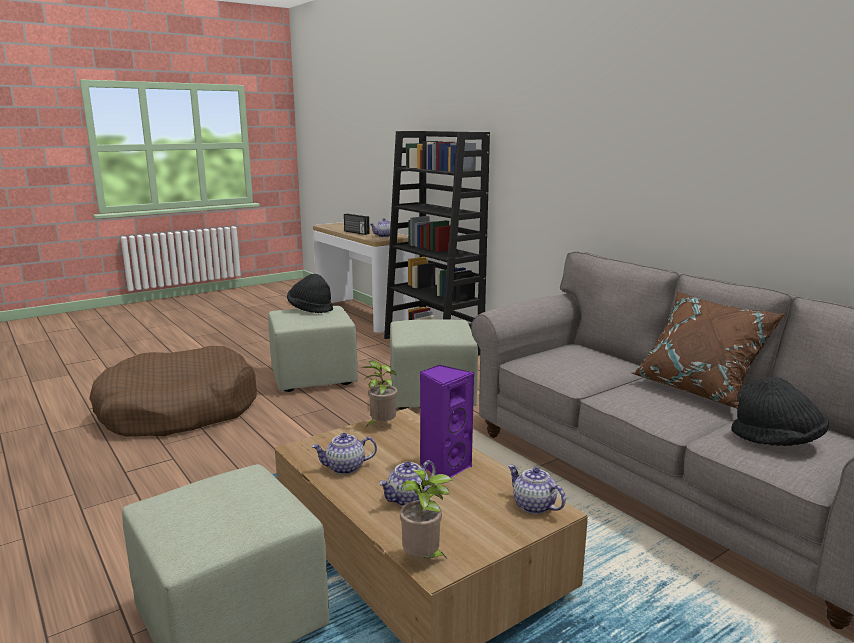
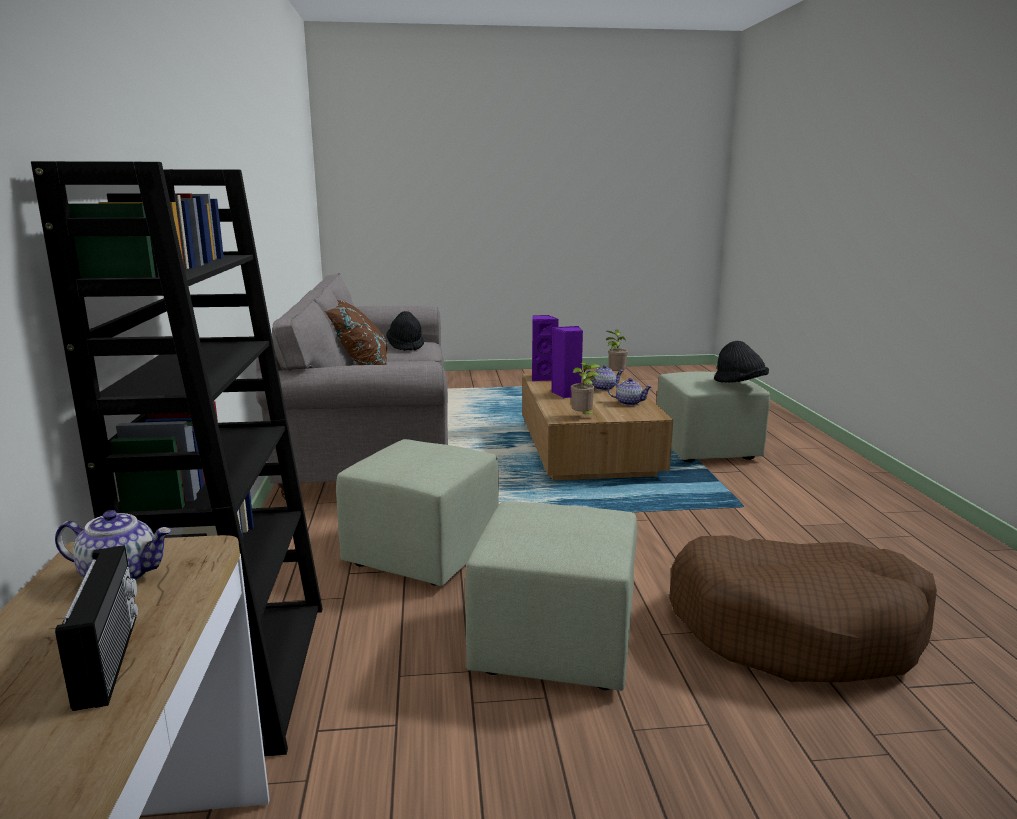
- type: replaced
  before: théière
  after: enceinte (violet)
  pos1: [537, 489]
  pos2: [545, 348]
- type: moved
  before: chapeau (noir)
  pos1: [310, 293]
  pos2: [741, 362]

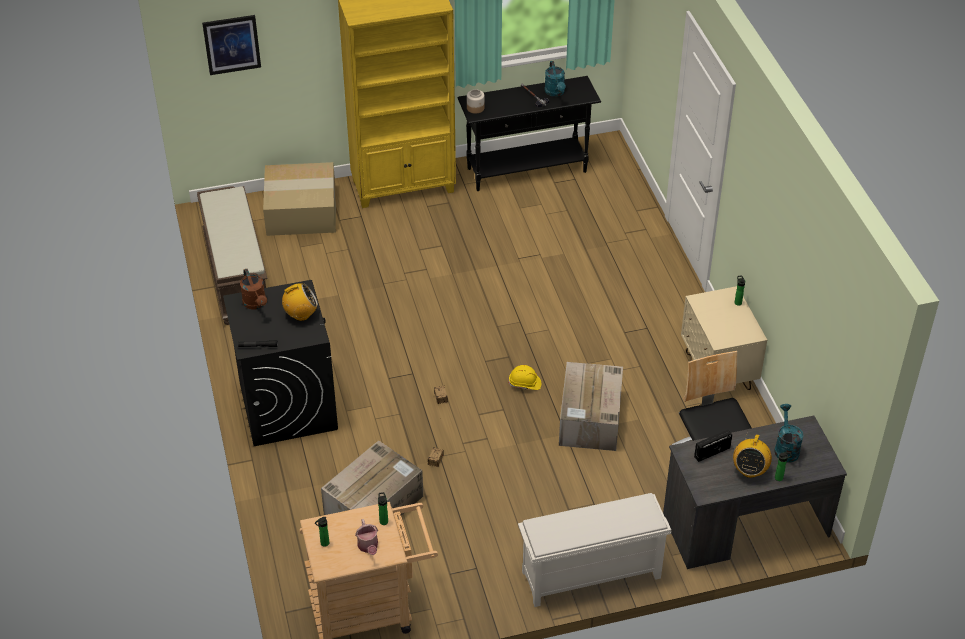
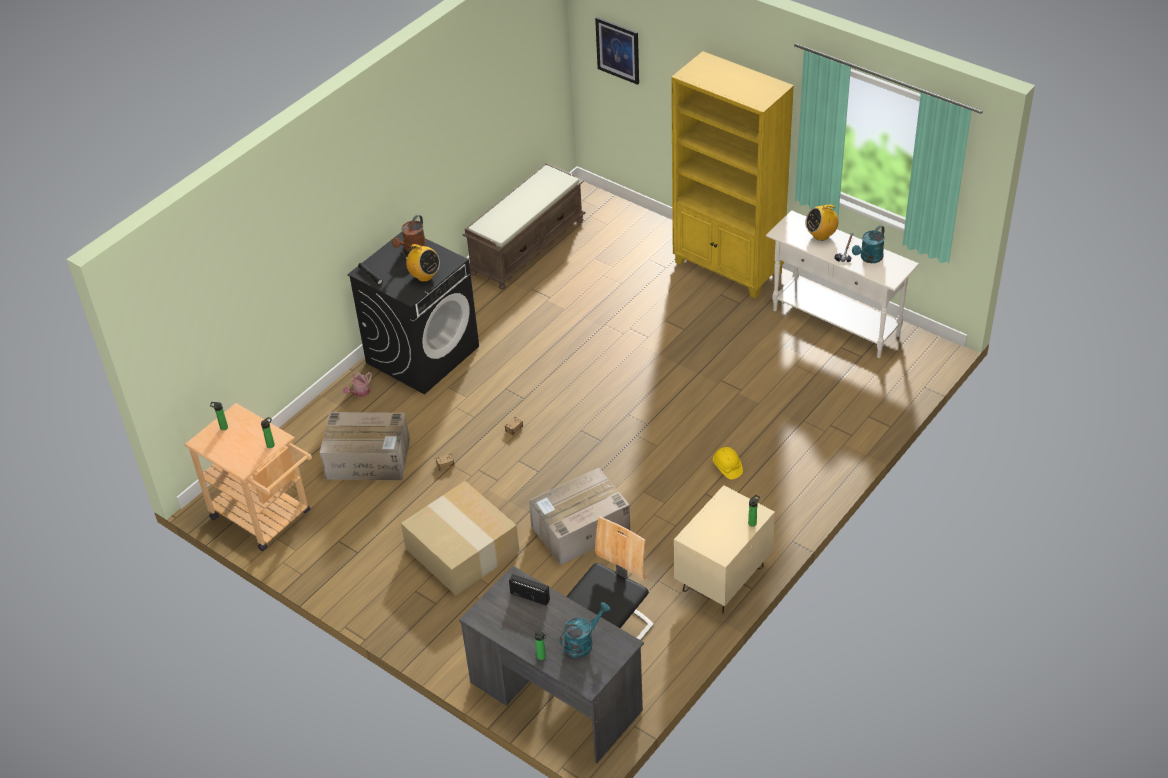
- type: moved
  before: arrosoir
  pos1: [366, 537]
  pos2: [357, 384]
- type: moved
  before: carton
  pos1: [299, 199]
  pos2: [460, 538]
- type: moved
  before: casque de chantier (jaune)
  pos1: [524, 377]
  pos2: [728, 463]
- type: recoloured
  before: table console (noir)
  after: table console (blanc)
  pos1: [529, 133]
  pos2: [842, 284]
- type: moved
  before: radio
  pos1: [752, 454]
  pos2: [821, 223]
- type: removed
  before: bocal
  pos1: [476, 101]
- type: removed
  before: étagère à chaussures (blanc)
  pos1: [594, 550]

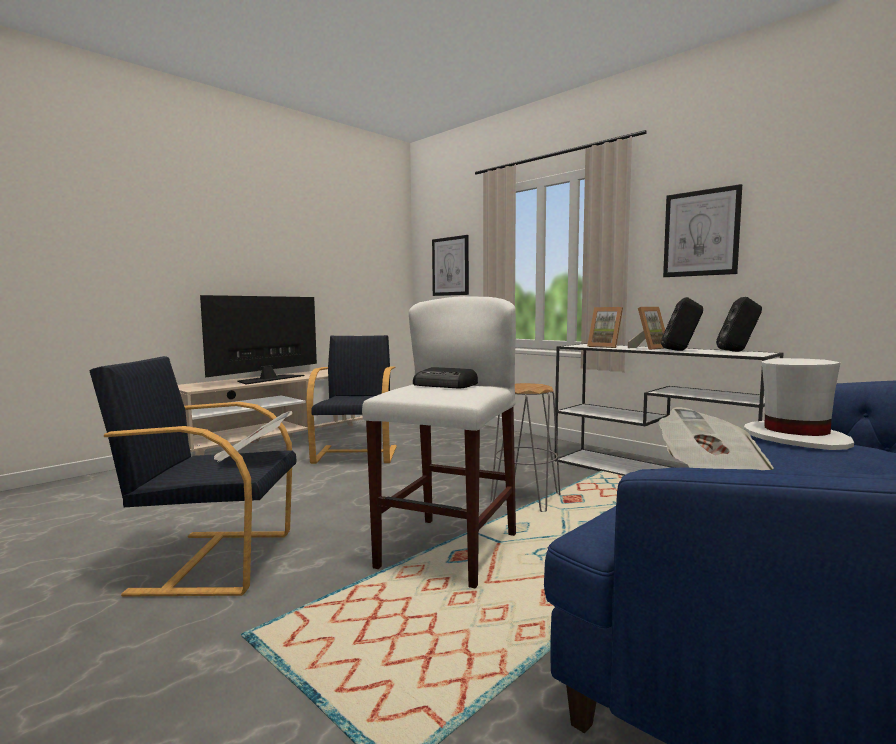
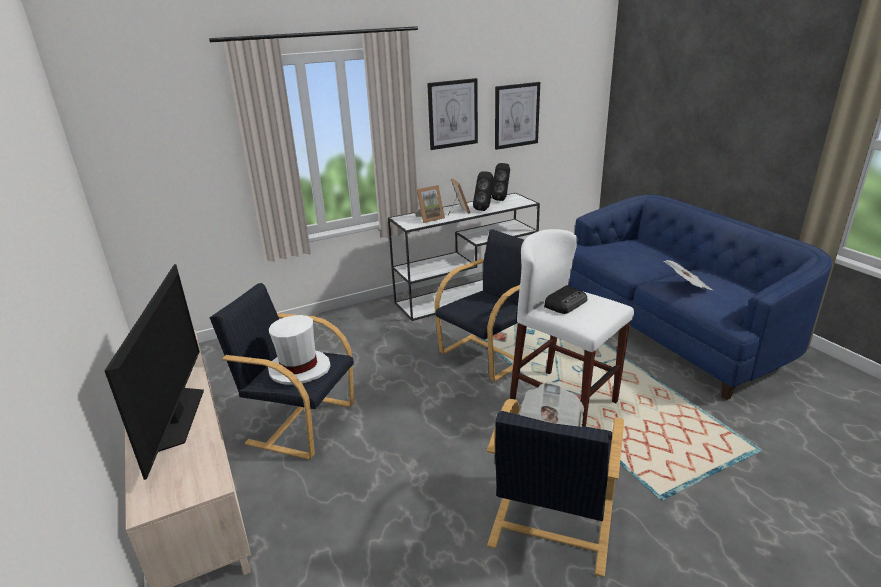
- type: turned
  before: téléviseur
  pos1: [258, 339]
  pos2: [154, 372]
  turn: -150
- type: moved
  before: chapeau (blanc)
  pos1: [799, 404]
  pos2: [299, 350]
- type: replaced
  before: tabouret (gris)
  after: fauteuil (noir)
  pos1: [525, 447]
  pos2: [483, 306]
- type: moved
  before: tableau
  pos1: [450, 265]
  pos2: [517, 116]

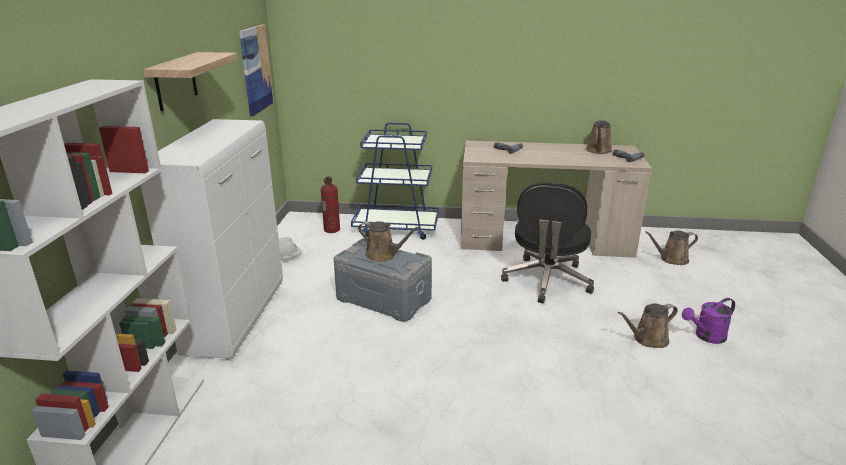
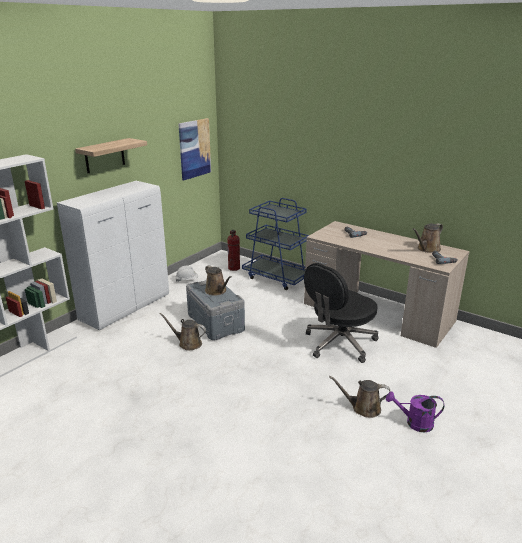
- type: moved
  before: arrosoir (marron)
  pos1: [671, 247]
  pos2: [183, 331]

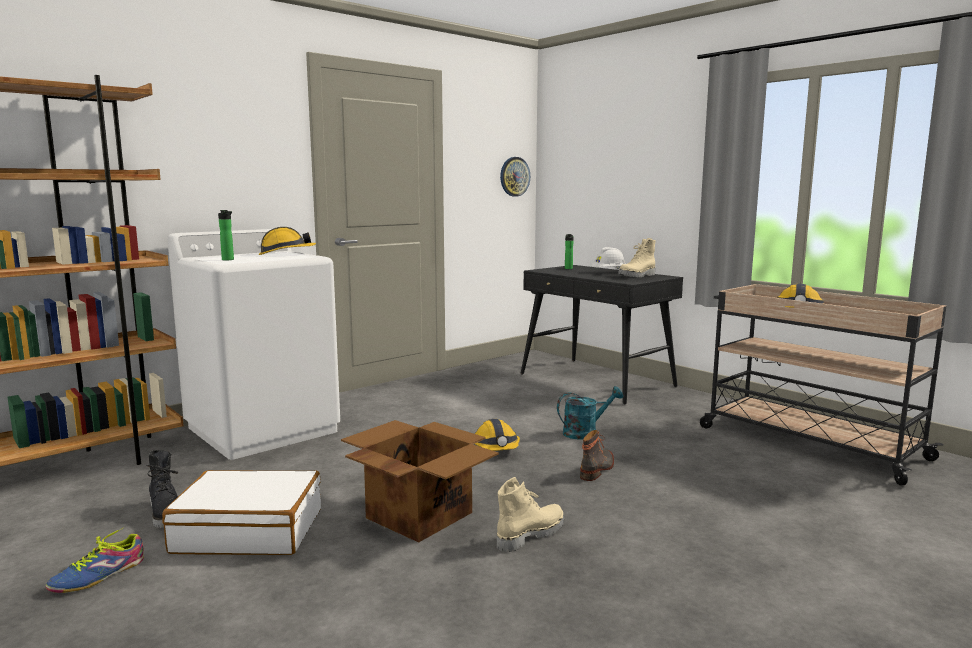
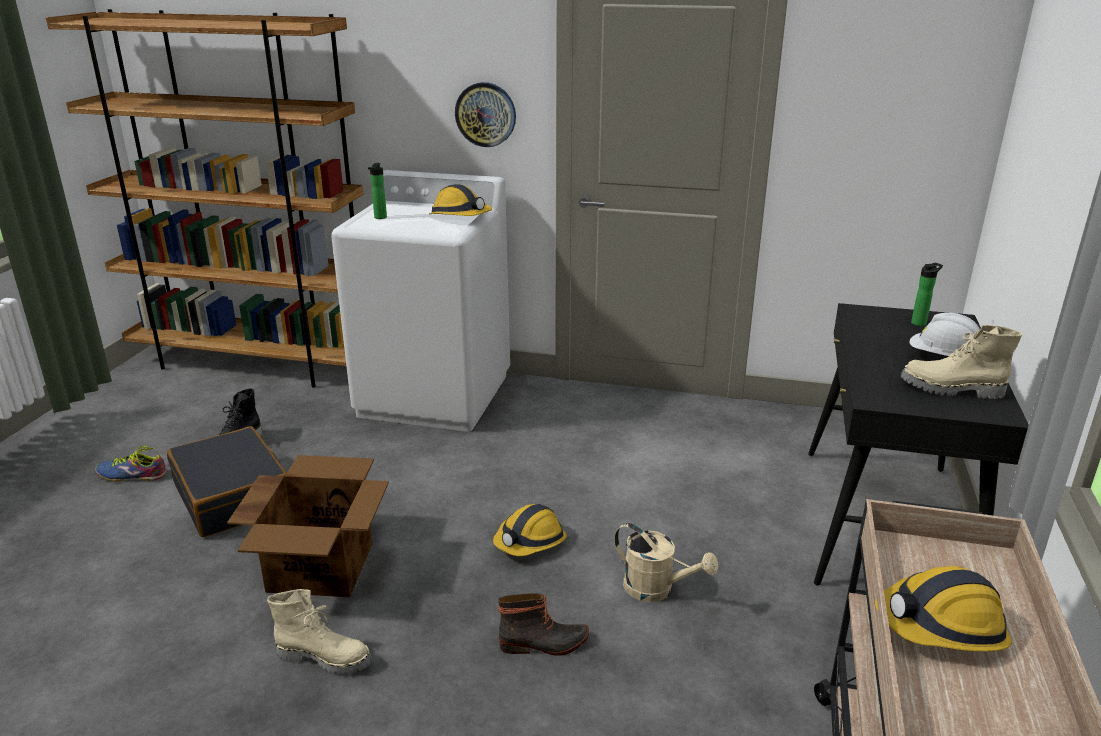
- type: recoloured
  before: valise (blanc)
  after: valise (noir)
  pos1: [241, 512]
  pos2: [226, 481]
- type: moved
  before: horloge murale
  pos1: [515, 177]
  pos2: [485, 114]
- type: recoloured
  before: arrosoir (turquoise)
  after: arrosoir (beige)
  pos1: [590, 412]
  pos2: [666, 562]

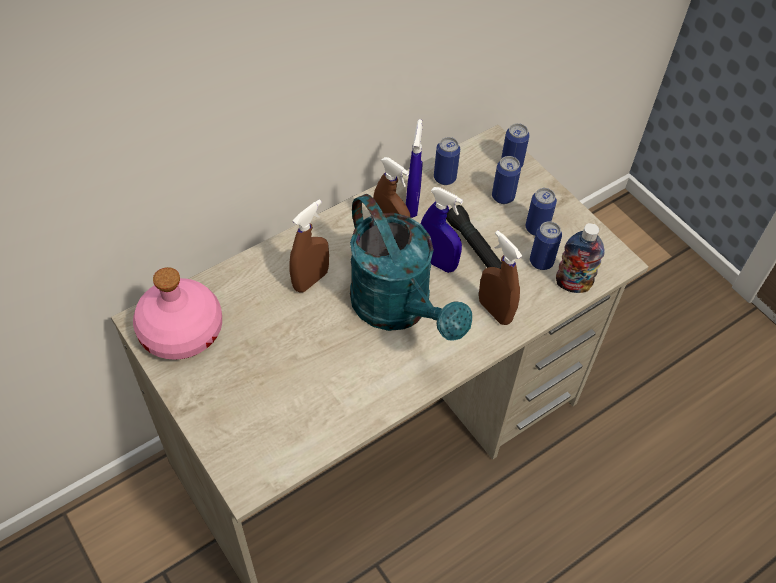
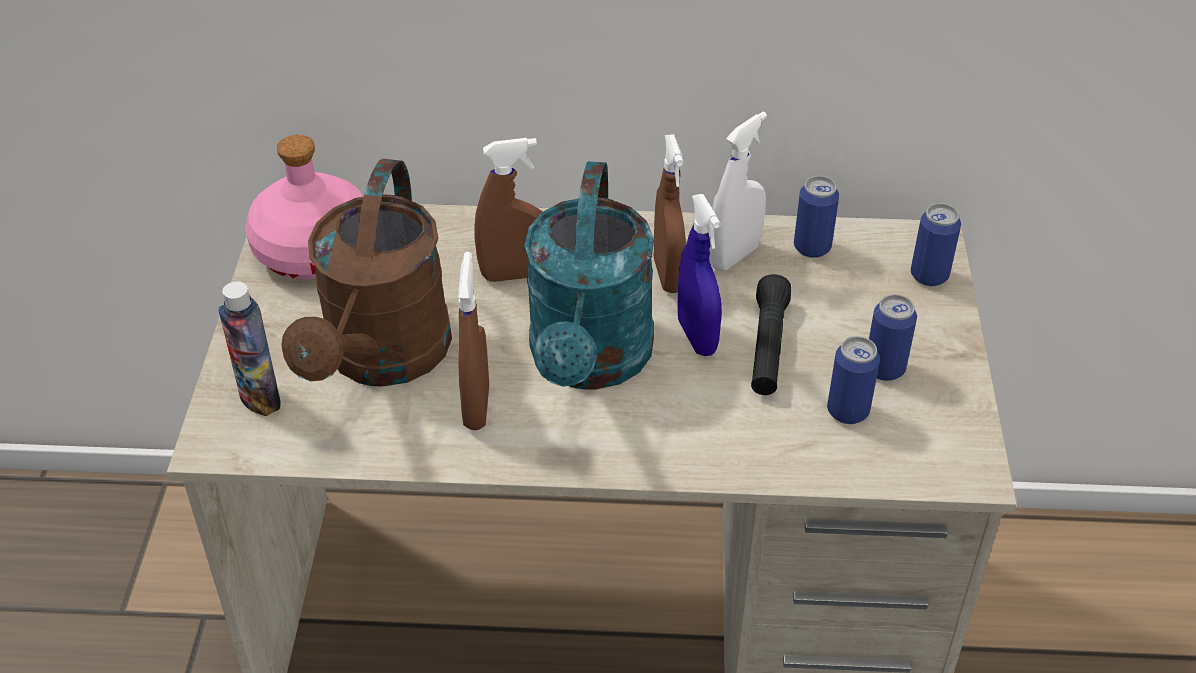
- type: moved
  before: bouteille
  pos1: [580, 258]
  pos2: [249, 348]
- type: added
  after: arrosoir (marron)
  pos2: [366, 273]
- type: moved
  before: vaporisateur (marron)
  pos1: [500, 277]
  pos2: [473, 341]
- type: recoloured
  before: vaporisateur (bleu)
  after: vaporisateur (blanc)
  pos1: [414, 168]
  pos2: [738, 191]
- type: removed
  before: boîte métallique
  pos1: [506, 180]

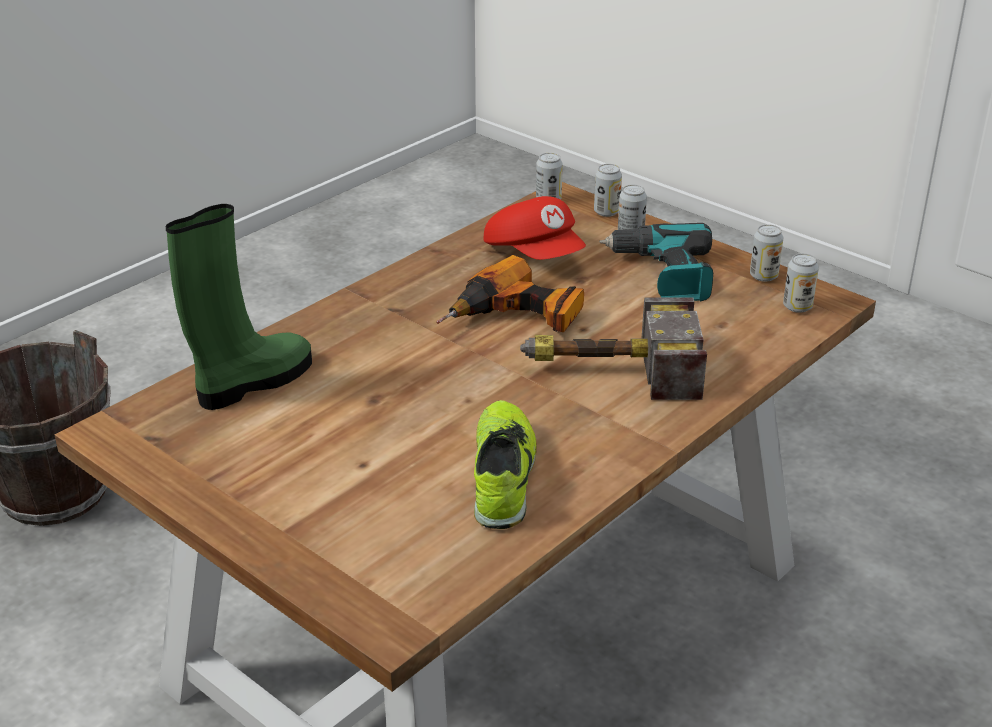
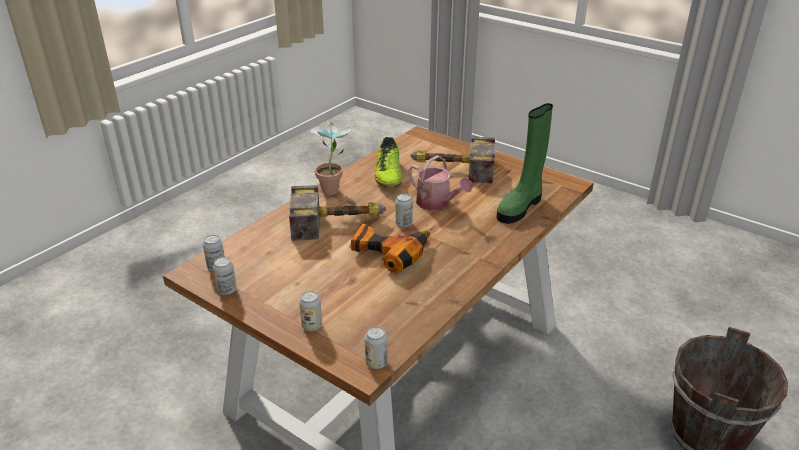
- type: added
  after: plante en pot
  pos2: [330, 158]
- type: moved
  before: boîte métallique
  pos1: [608, 190]
  pos2: [404, 210]
- type: added
  after: arrosoir
  pos2: [440, 183]
- type: added
  after: marteau
  pos2: [452, 160]
- type: removed
  before: casquette (rouge)
  pos1: [535, 228]
- type: removed
  before: perceuse
  pos1: [656, 262]

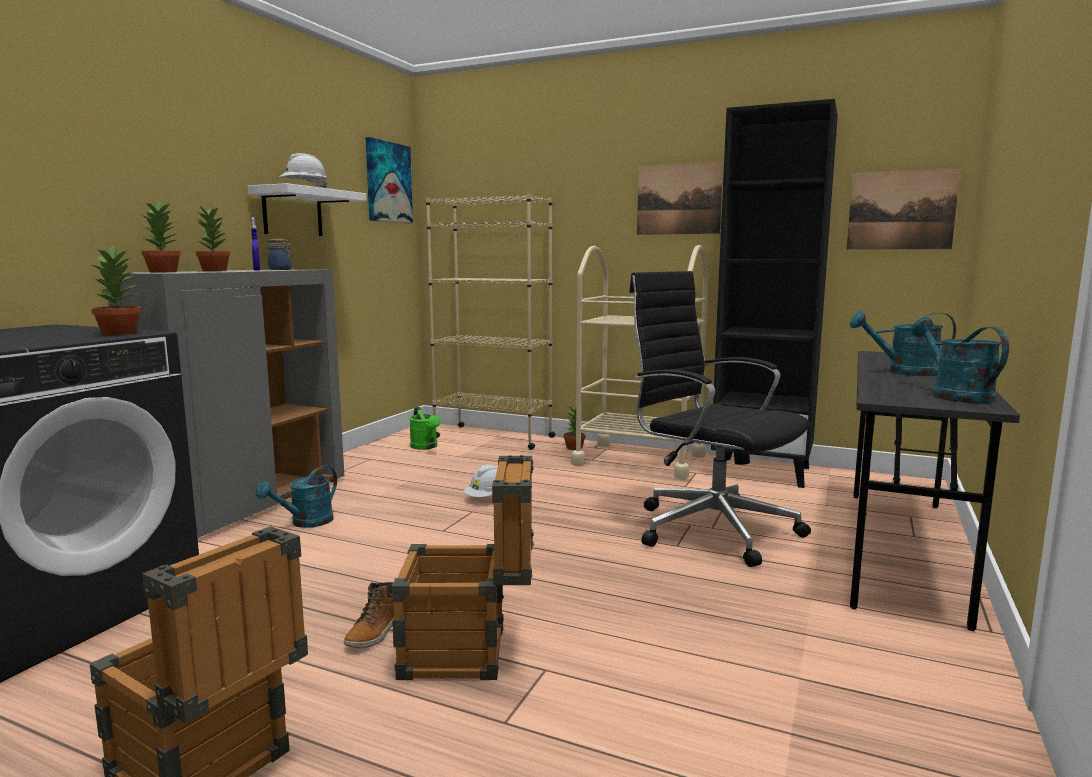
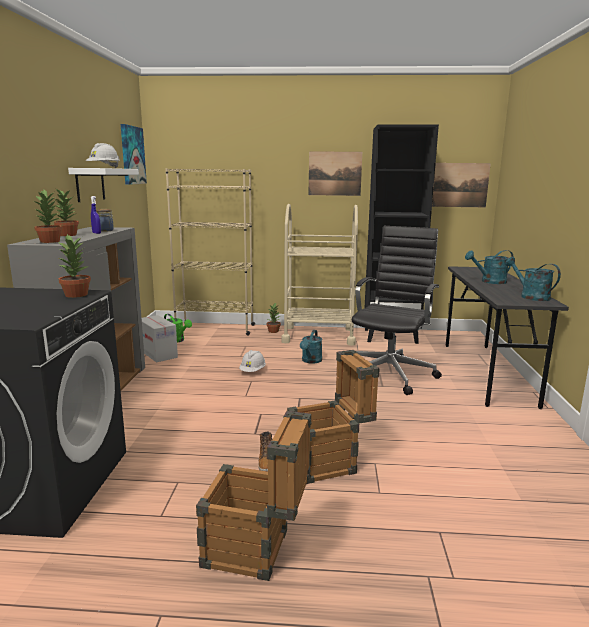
- type: added
  after: carton
  pos2: [160, 339]
- type: moved
  before: arrosoir (turquoise)
  pos1: [296, 496]
  pos2: [311, 347]
- type: turned
  before: chaise de bureau (noir)
  pos1: [720, 419]
  pos2: [397, 310]
  turn: 90

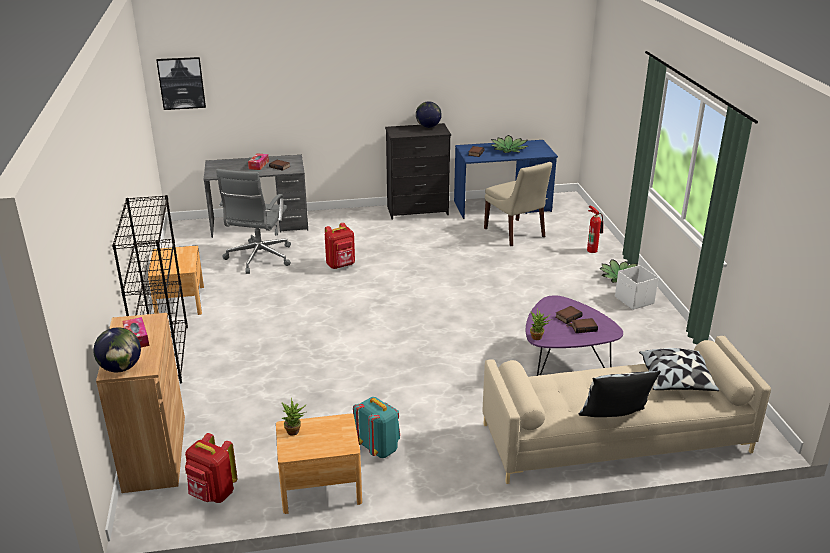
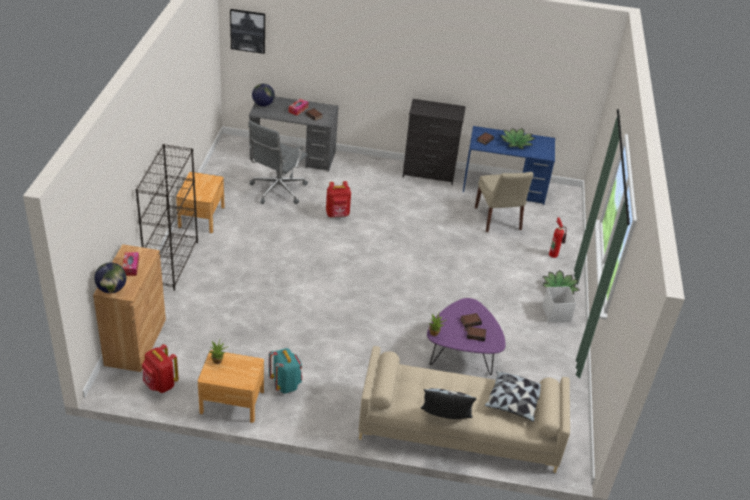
- type: moved
  before: globe
  pos1: [429, 114]
  pos2: [263, 95]

